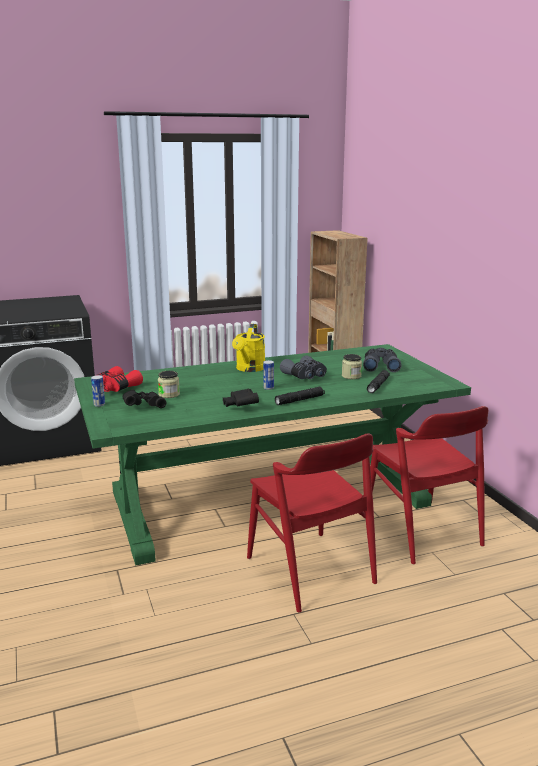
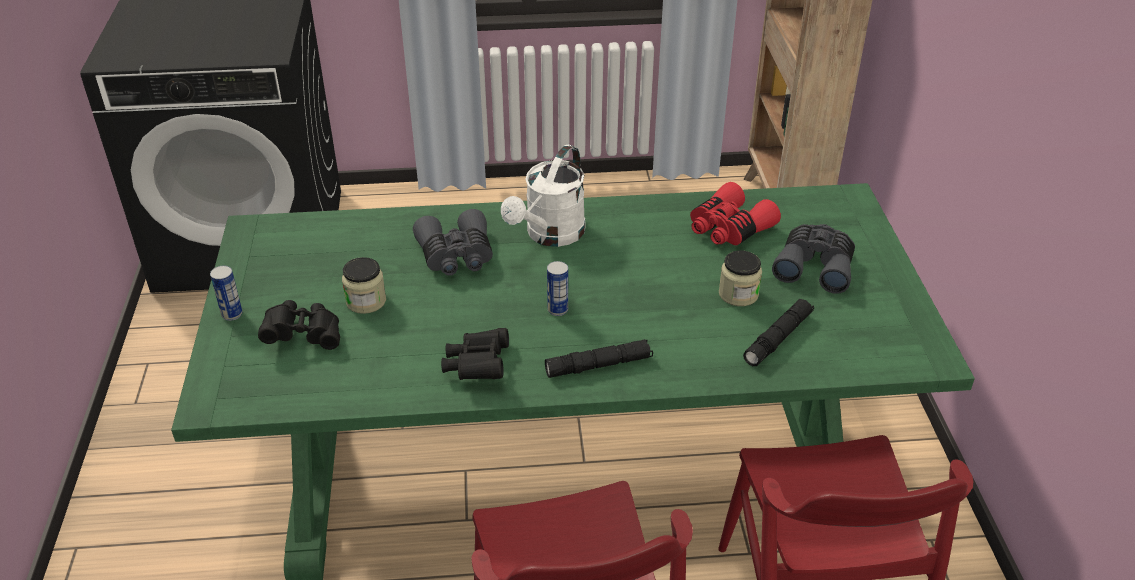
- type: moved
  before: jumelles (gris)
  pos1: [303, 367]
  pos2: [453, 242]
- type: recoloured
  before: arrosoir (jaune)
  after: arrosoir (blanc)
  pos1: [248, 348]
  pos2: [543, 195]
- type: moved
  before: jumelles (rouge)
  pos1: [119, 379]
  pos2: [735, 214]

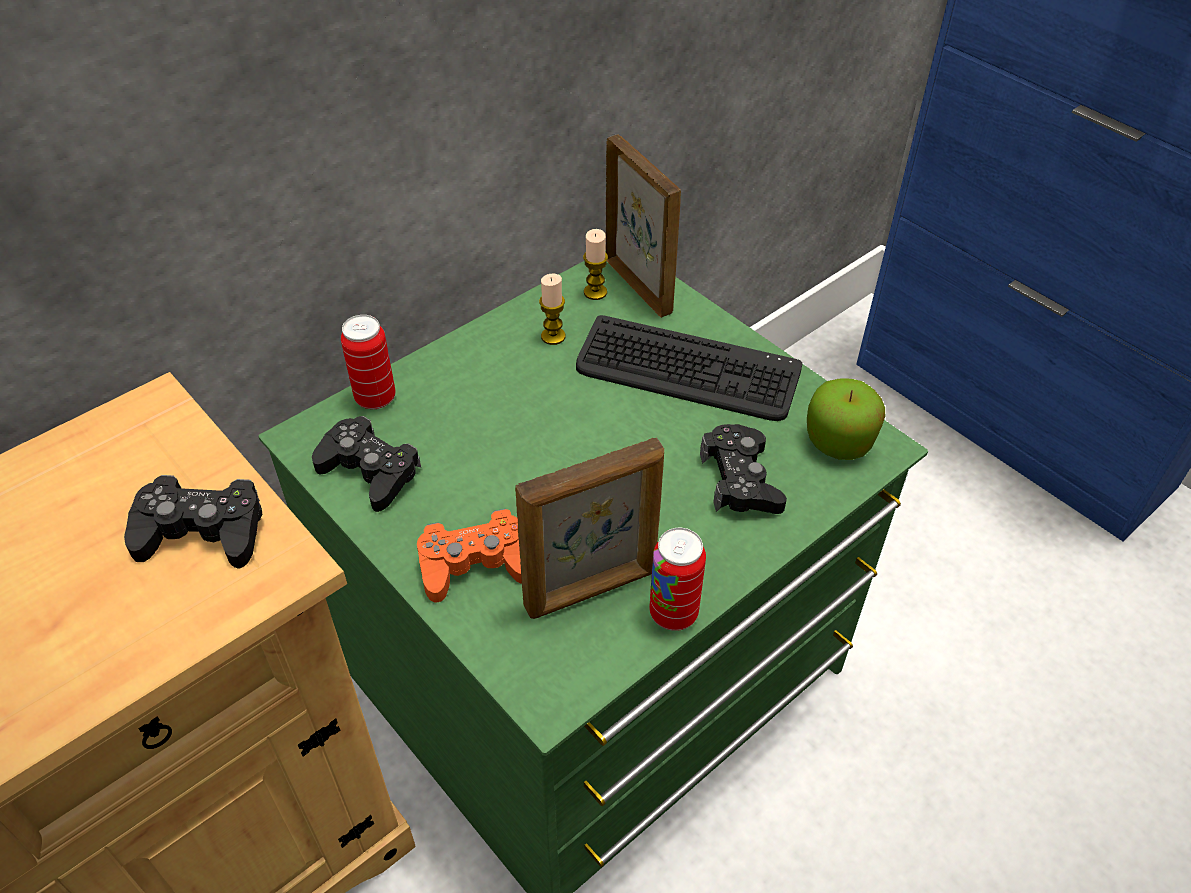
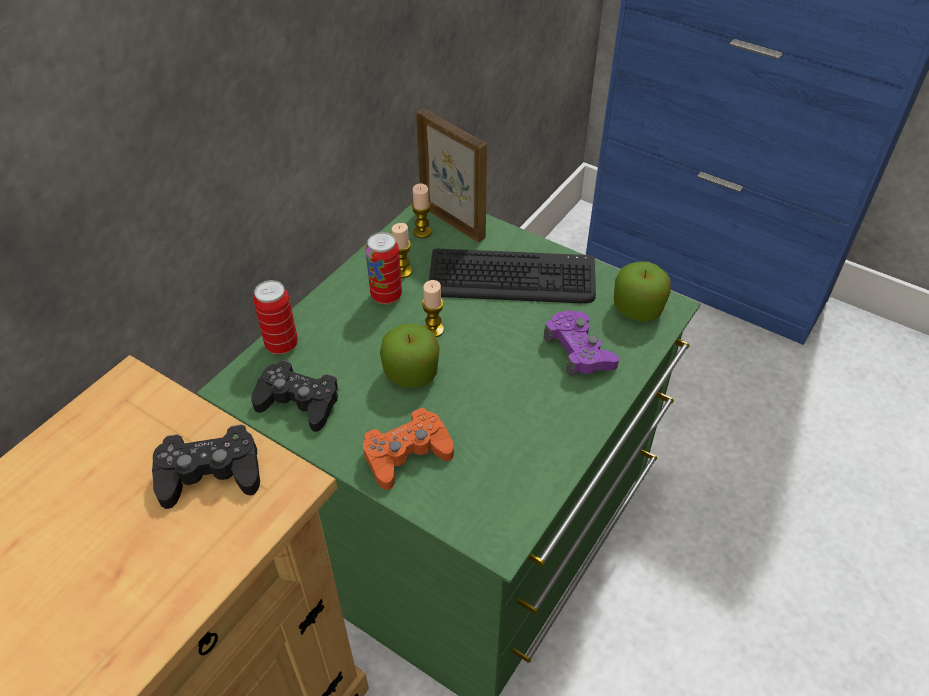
- type: moved
  before: boîte métallique
  pos1: [677, 579]
  pos2: [384, 268]
- type: added
  after: pomme
  pos2: [410, 356]
- type: added
  after: bougie
  pos2: [433, 308]
- type: recoloured
  before: manette (noir)
  after: manette (violet)
  pos1: [743, 469]
  pos2: [581, 344]
- type: removed
  before: cadre photo
  pos1: [589, 528]

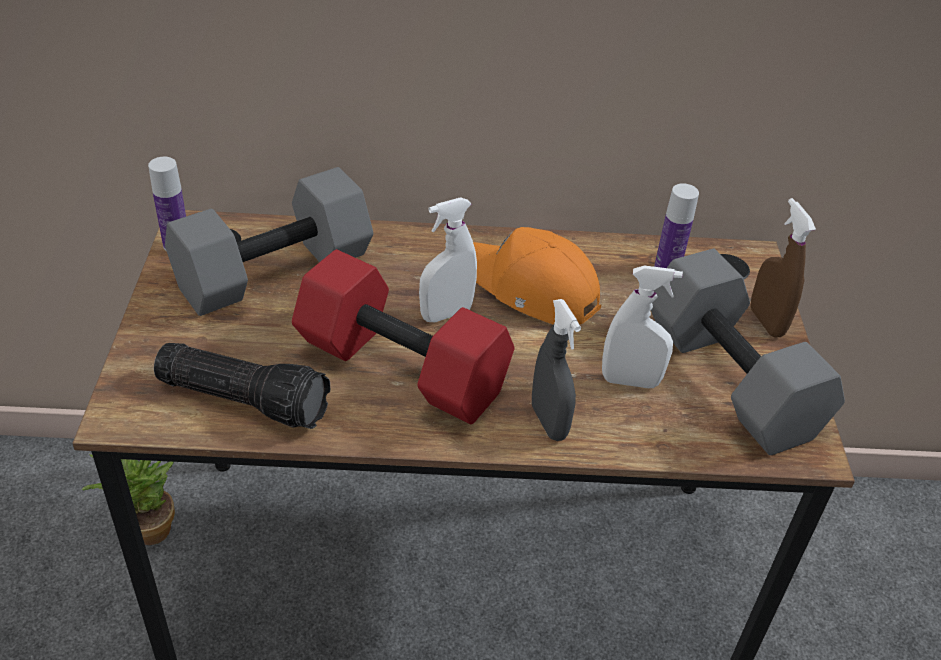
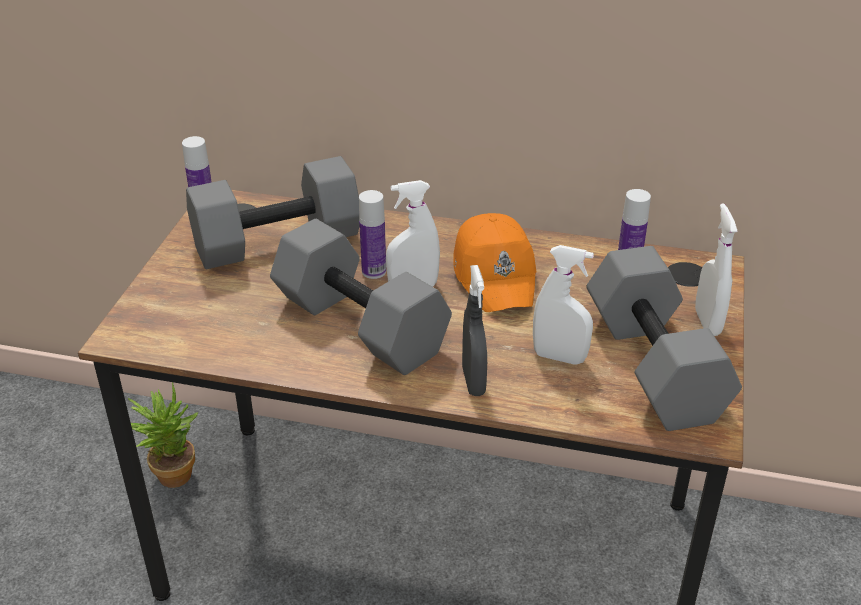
- type: recoloured
  before: haltère (rouge)
  after: haltère (gris)
  pos1: [403, 337]
  pos2: [361, 297]
- type: added
  after: bouteille
  pos2: [372, 234]
- type: turned
  before: casquette (orange)
  pos1: [537, 275]
  pos2: [495, 262]
  turn: -150
- type: recoloured
  before: vaporisateur (marron)
  after: vaporisateur (blanc)
  pos1: [783, 267]
  pos2: [716, 269]
- type: removed
  before: lampe de poche
  pos1: [242, 386]

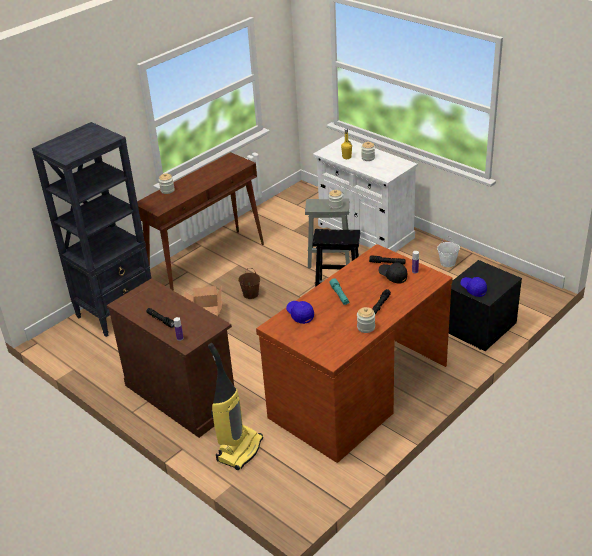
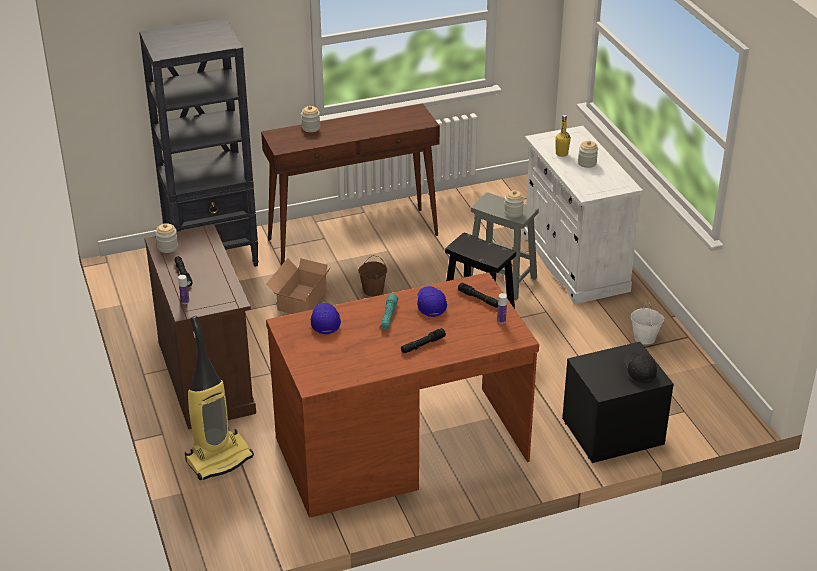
- type: moved
  before: bocal
  pos1: [366, 320]
  pos2: [166, 238]
- type: moved
  before: casquette (bleu)
  pos1: [474, 287]
  pos2: [432, 301]
- type: moved
  before: casquette (noir)
  pos1: [393, 273]
  pos2: [640, 368]

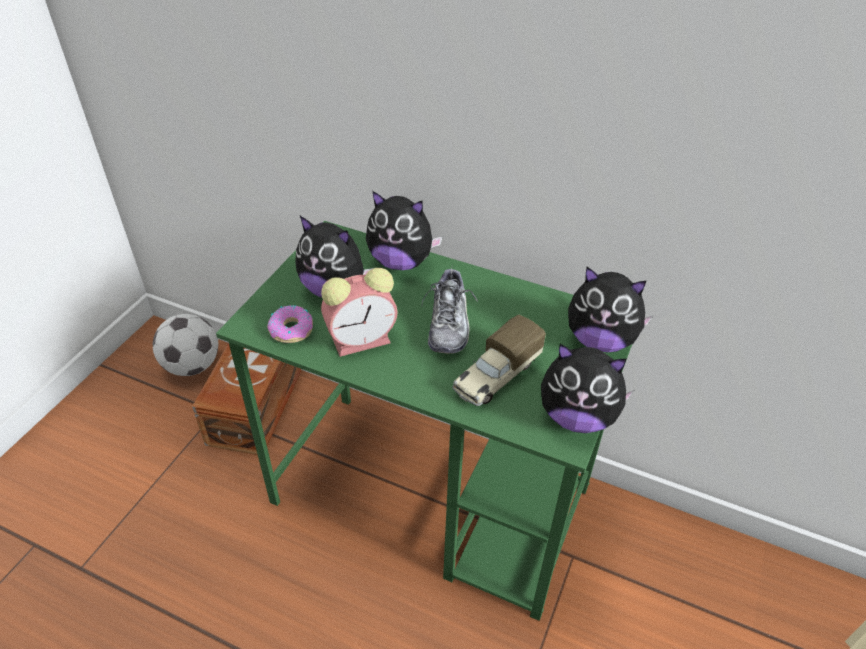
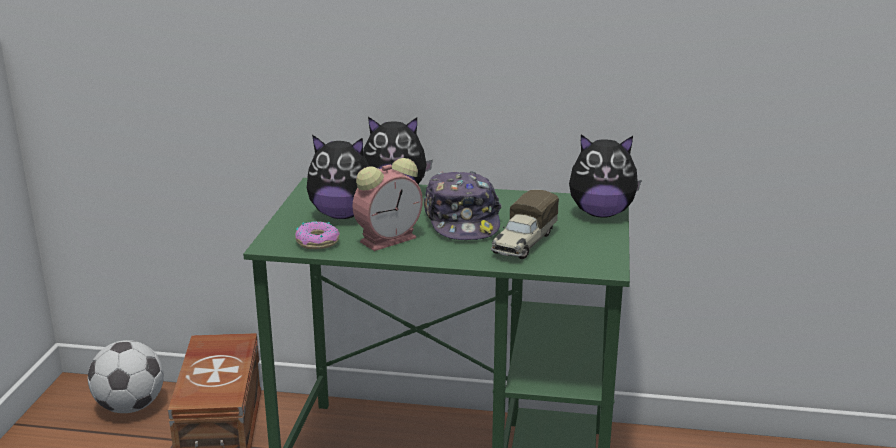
- type: replaced
  before: chaussure
  after: casquette
  pos1: [450, 311]
  pos2: [463, 205]
- type: removed
  before: peluche
  pos1: [587, 388]

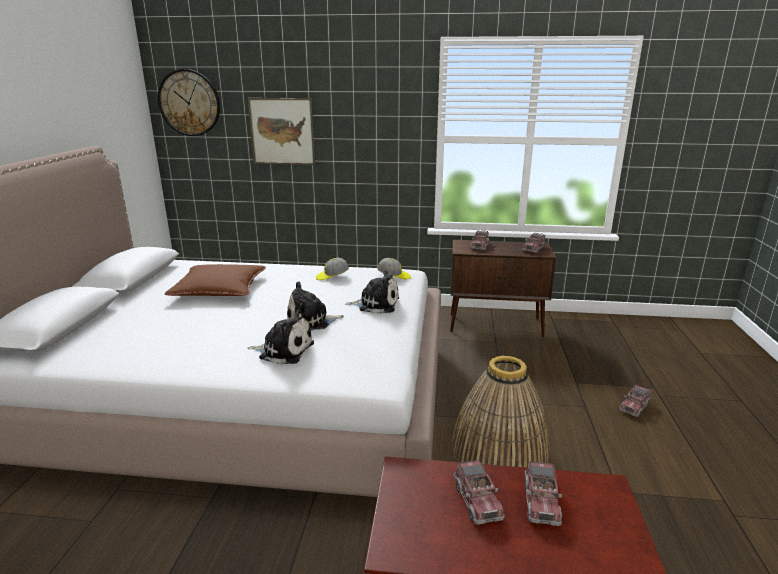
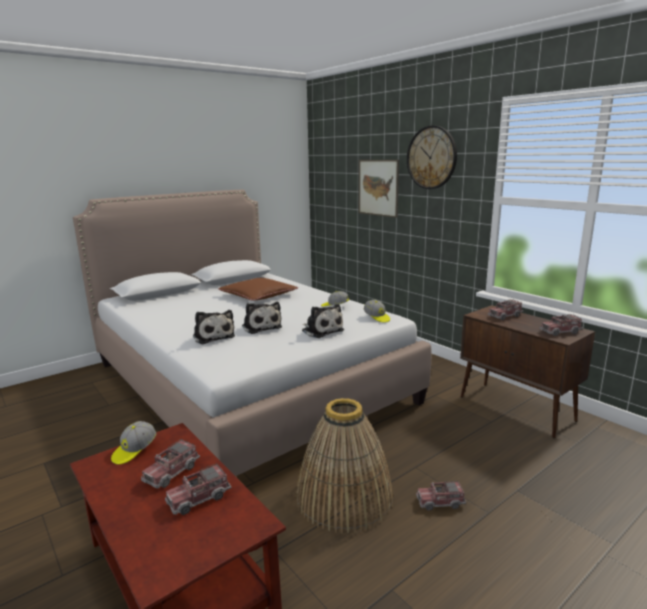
- type: added
  after: casquette
  pos2: [133, 443]
- type: turned
  before: peluche
  pos1: [315, 305]
  pos2: [262, 318]
  turn: -150
- type: moved
  before: horloge murale
  pos1: [189, 102]
  pos2: [432, 157]
- type: moved
  before: camion jouet
  pos1: [635, 400]
  pos2: [441, 496]

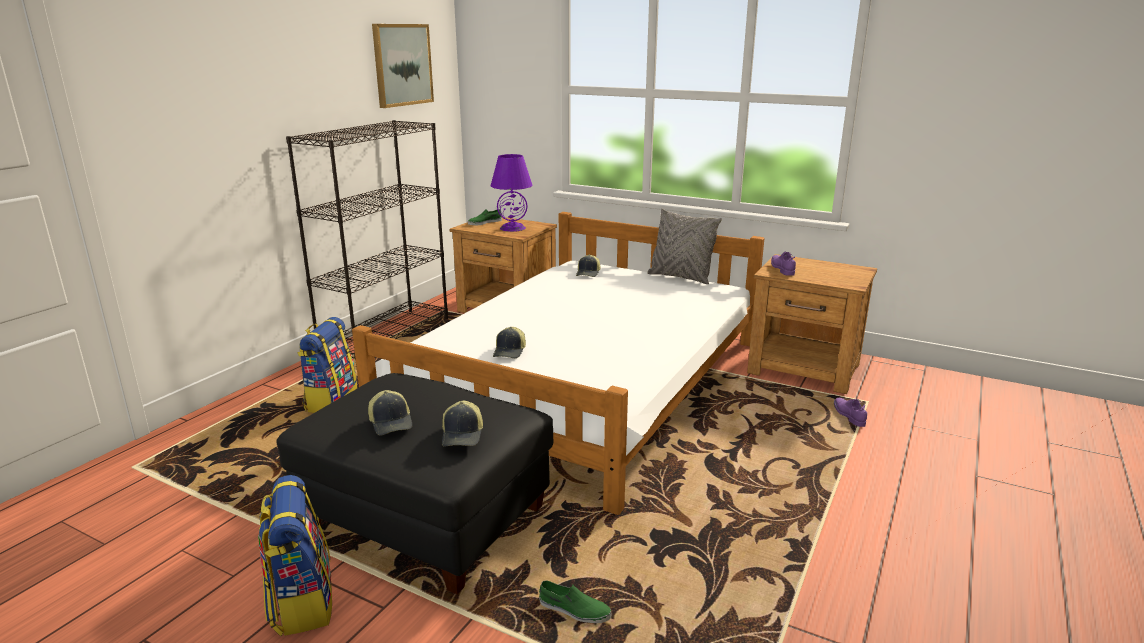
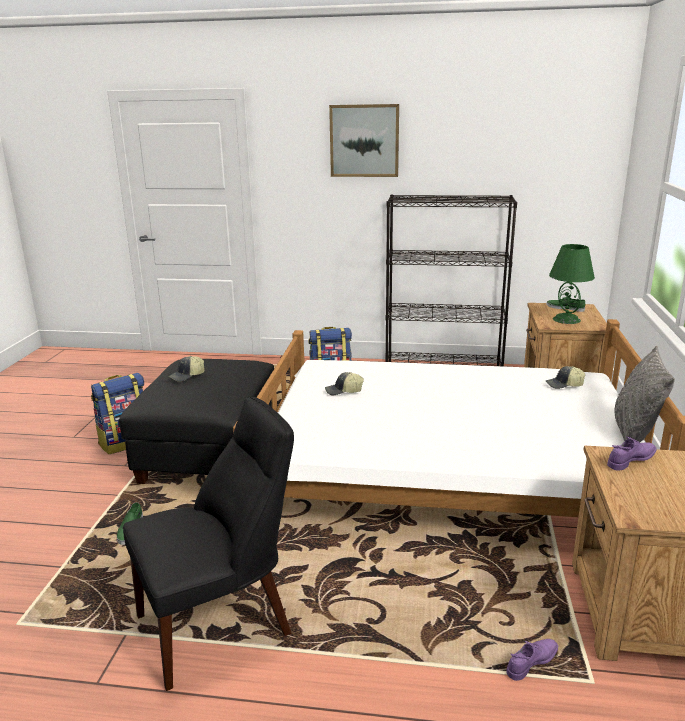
- type: added
  after: chaise (noir)
  pos2: [208, 544]
- type: moved
  before: tableau
  pos1: [403, 66]
  pos2: [364, 140]
- type: recoloured
  before: lampe de table (violet)
  after: lampe de table (vert)
  pos1: [511, 193]
  pos2: [572, 284]
- type: removed
  before: casquette
  pos1: [462, 424]

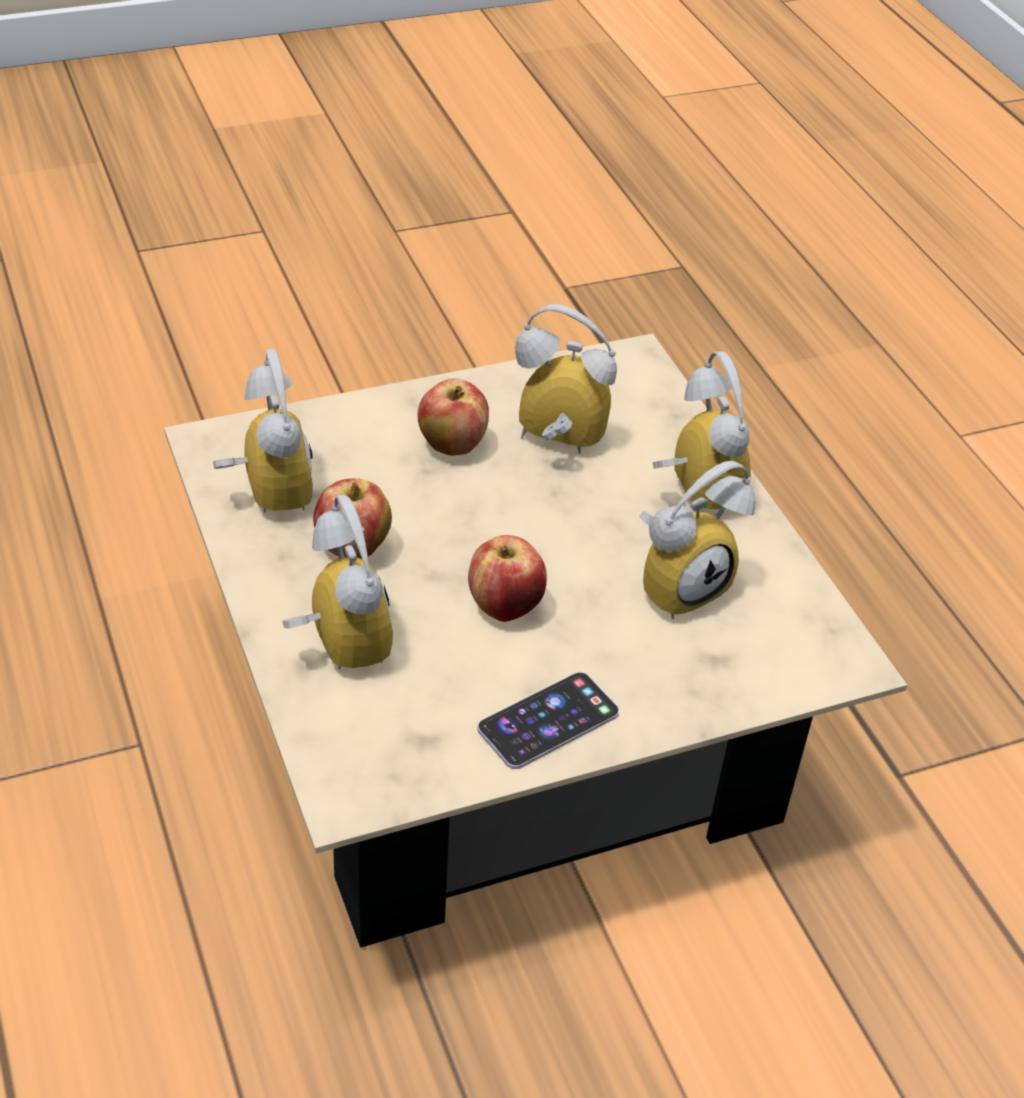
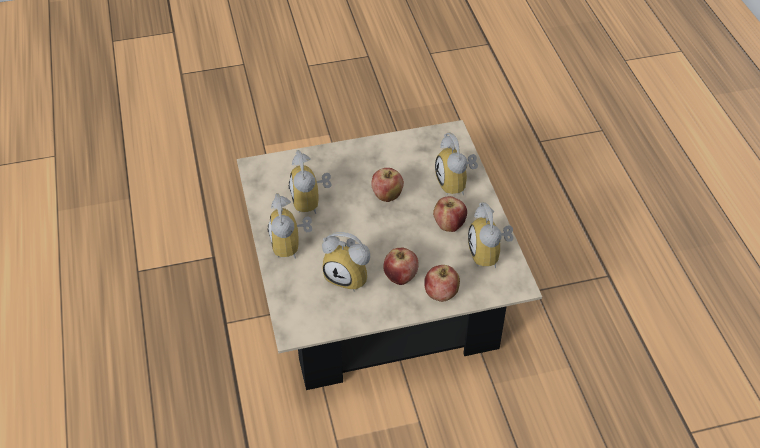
- type: turned
  before: réveil
  pos1: [697, 540]
  pos2: [310, 182]
  turn: -75
- type: added
  after: pomme
  pos2: [442, 283]
- type: removed
  before: téléphone
  pos1: [548, 720]

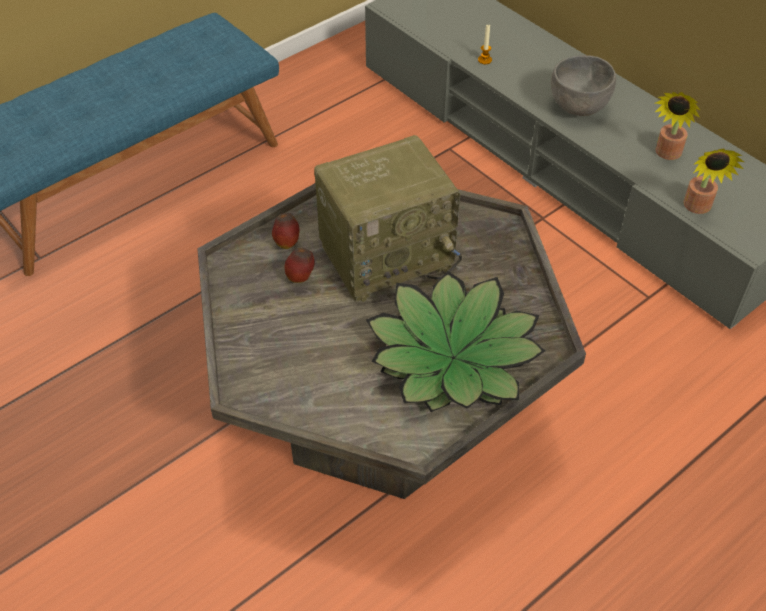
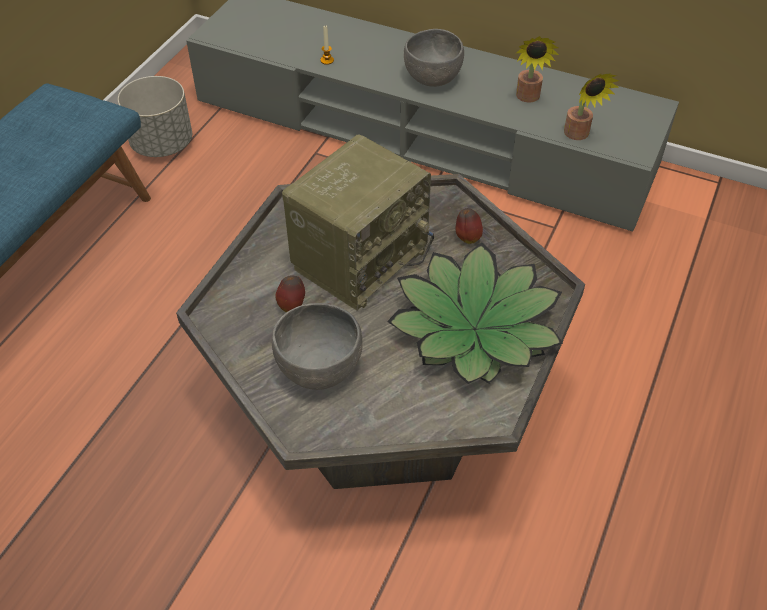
- type: added
  after: cache-pot (gris)
  pos2: [155, 116]
- type: added
  after: bol (gris)
  pos2: [317, 346]
- type: moved
  before: pomme
  pos1: [286, 231]
  pos2: [469, 226]

